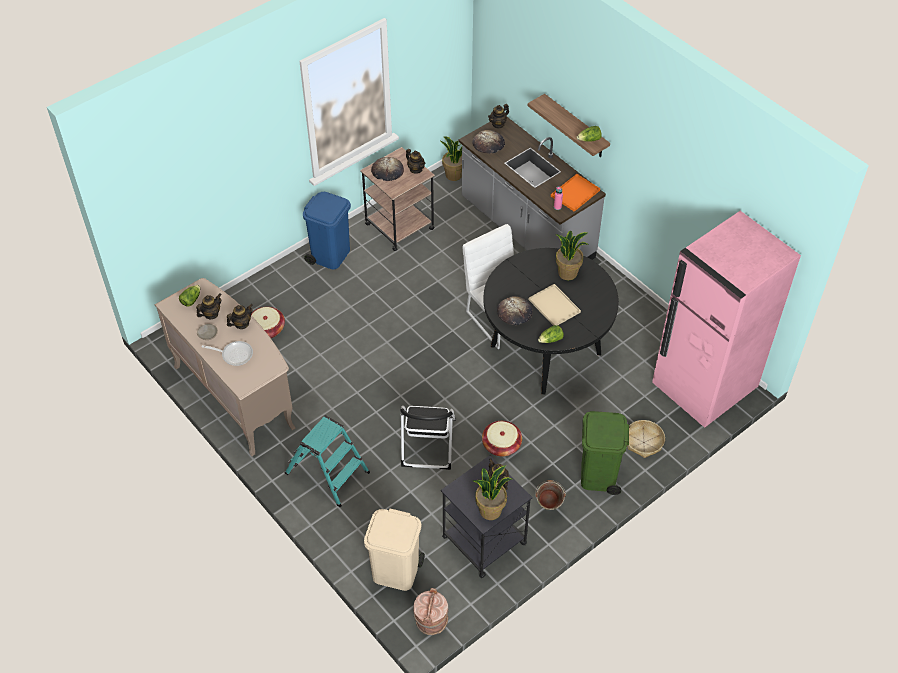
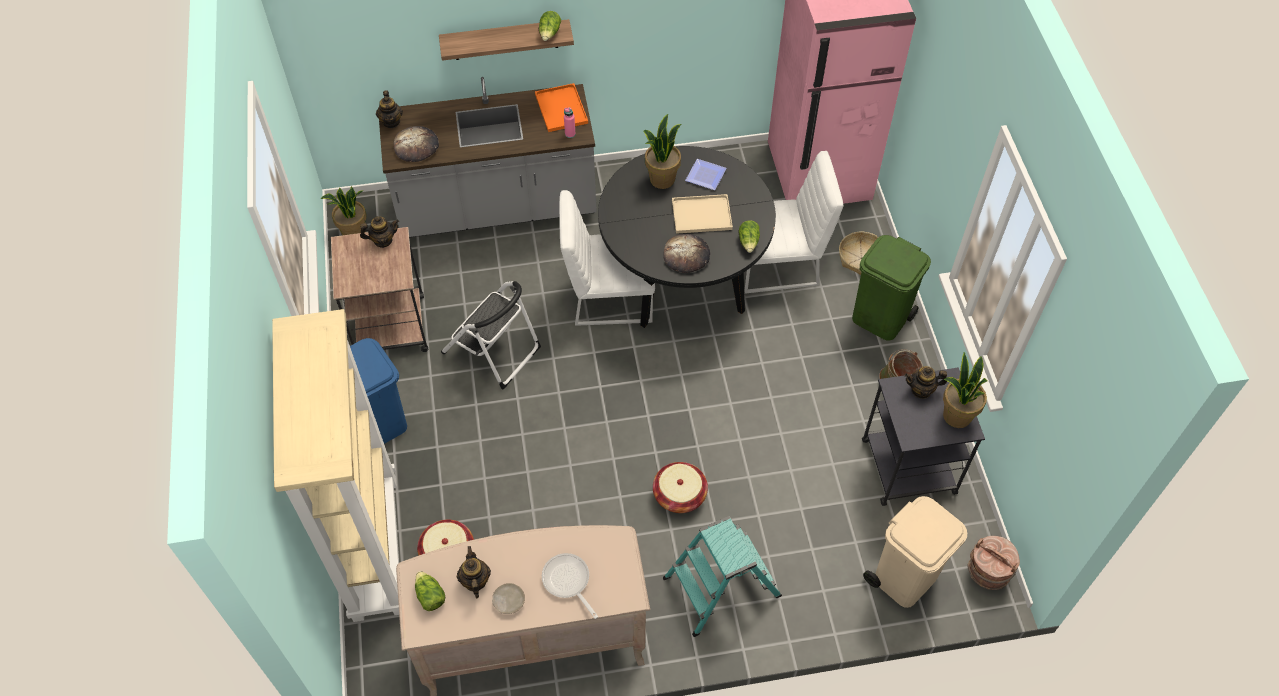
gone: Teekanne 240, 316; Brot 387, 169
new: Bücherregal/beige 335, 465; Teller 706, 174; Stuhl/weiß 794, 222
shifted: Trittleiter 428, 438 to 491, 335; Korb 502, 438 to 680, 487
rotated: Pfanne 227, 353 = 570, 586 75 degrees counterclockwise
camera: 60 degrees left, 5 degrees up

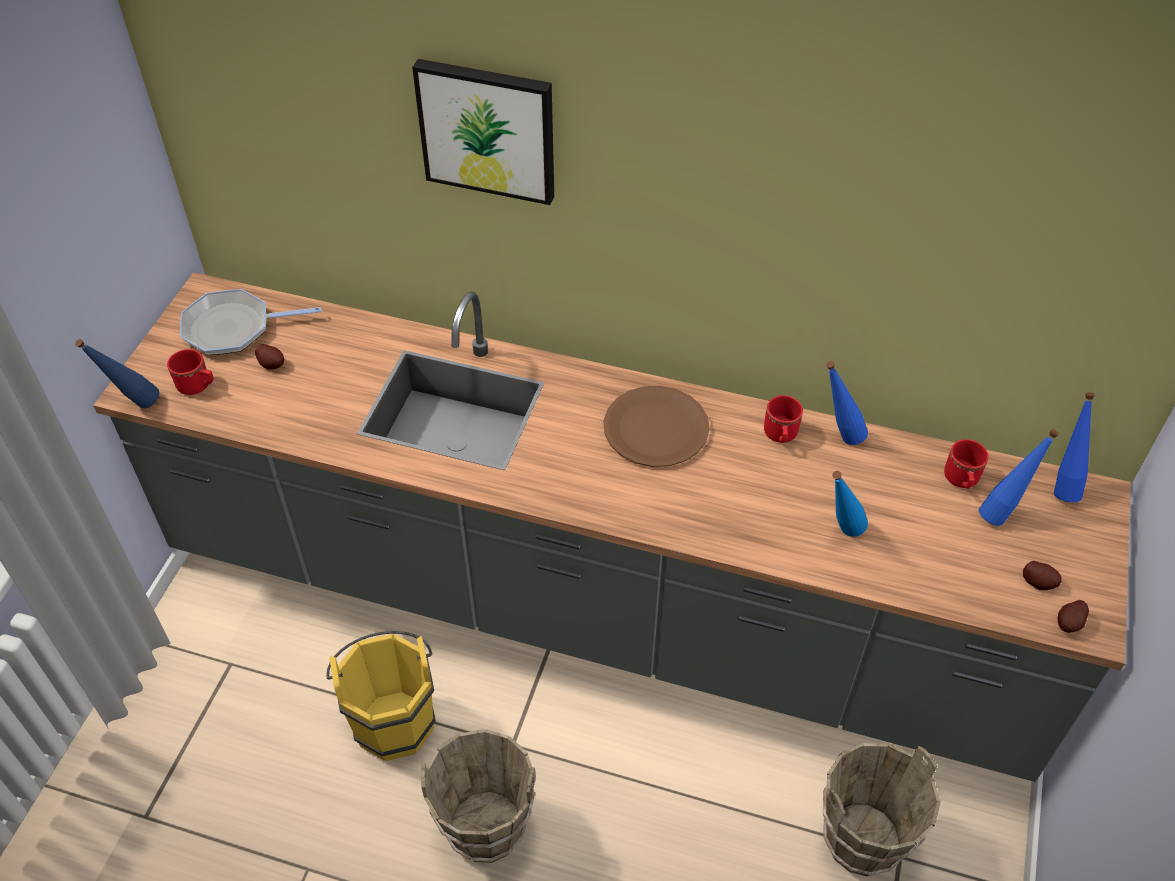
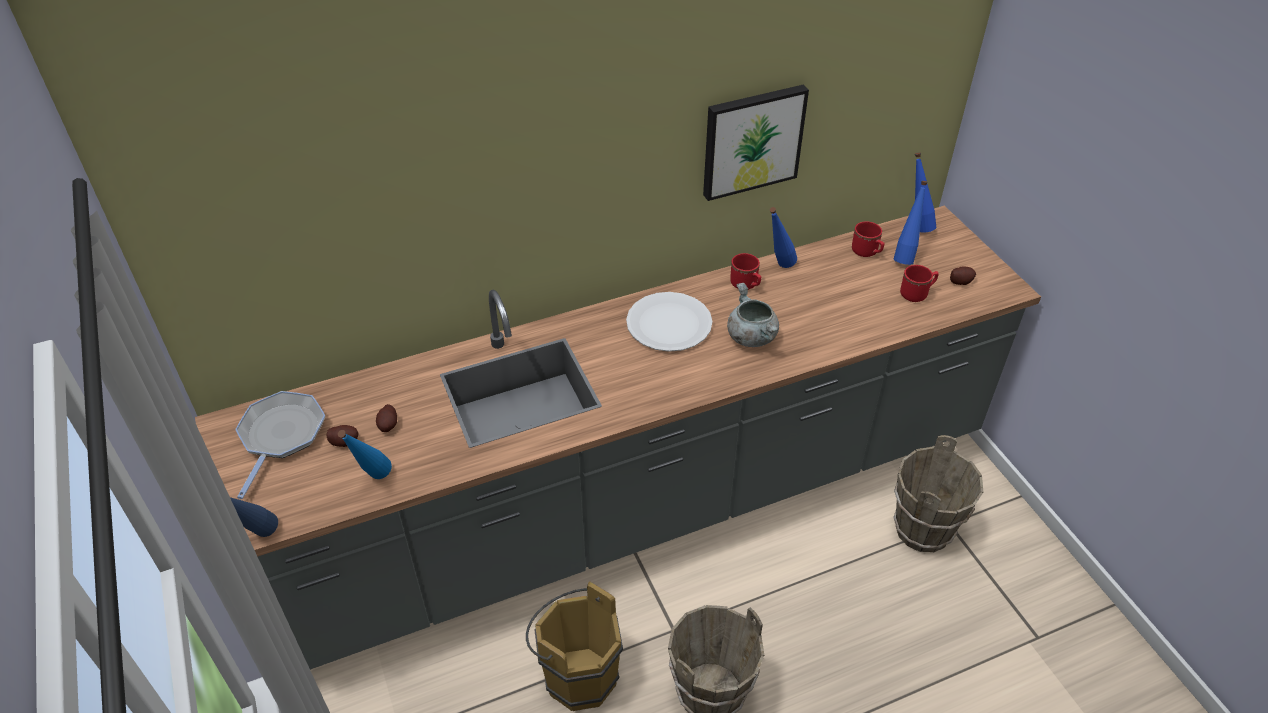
new: Kochtopf/grau 753, 315
shifted: Flasche/blau 850, 504 to 365, 454; Kartoffel 1073, 616 to 386, 418; Bild 483, 132 to 756, 143; Henkelbecher/rot 190, 372 to 919, 283
repainted: Eimer/gelb 381, 696 to Eimer/braun 574, 646; Teller/braun 656, 426 to Teller/weiß 669, 322
rotated: Pfanne 251, 322 = 280, 445 150 degrees clockwise
camera: 40 degrees left, 5 degrees down

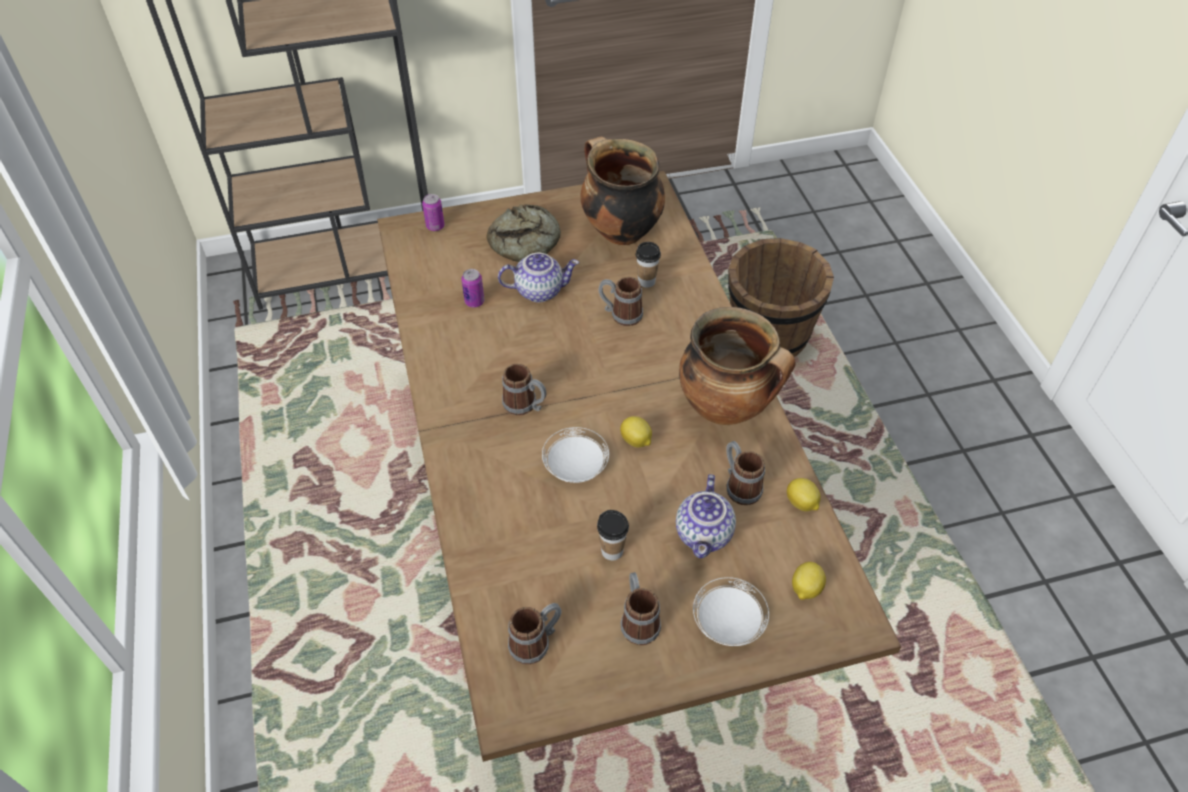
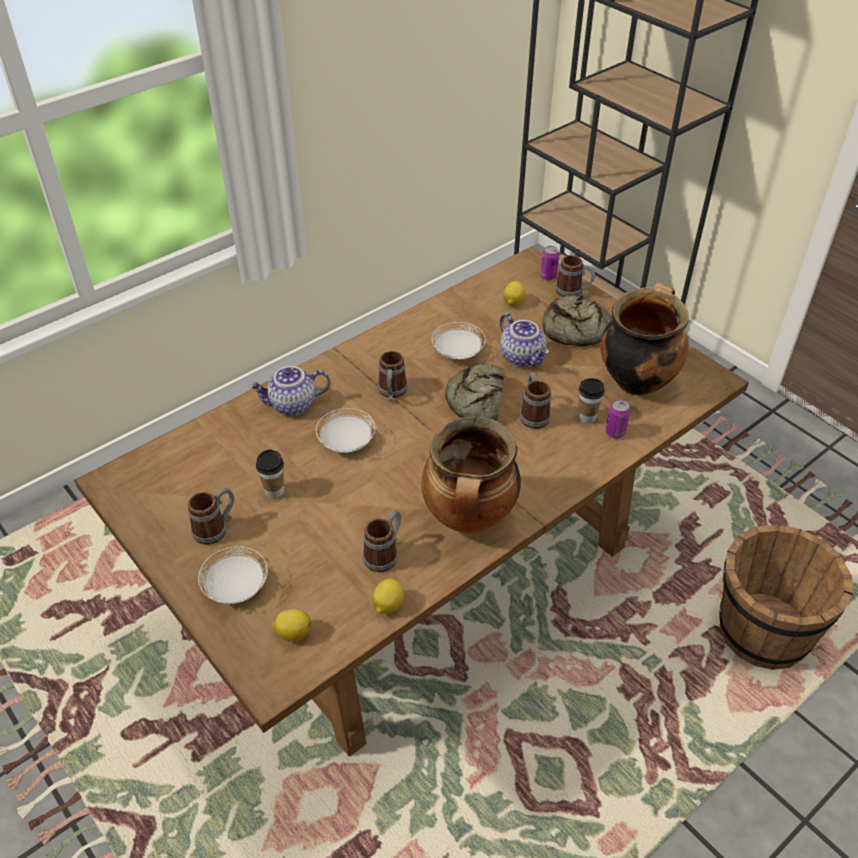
new: Teller/weiß 459, 340; Brot 475, 392
shifted: Teekanne 706, 516 to 290, 391; Zitrone 636, 432 to 514, 293; Henkelbecher 535, 634 to 575, 276; Dose 472, 288 to 617, 419
camera: 65 degrees right, 5 degrees down

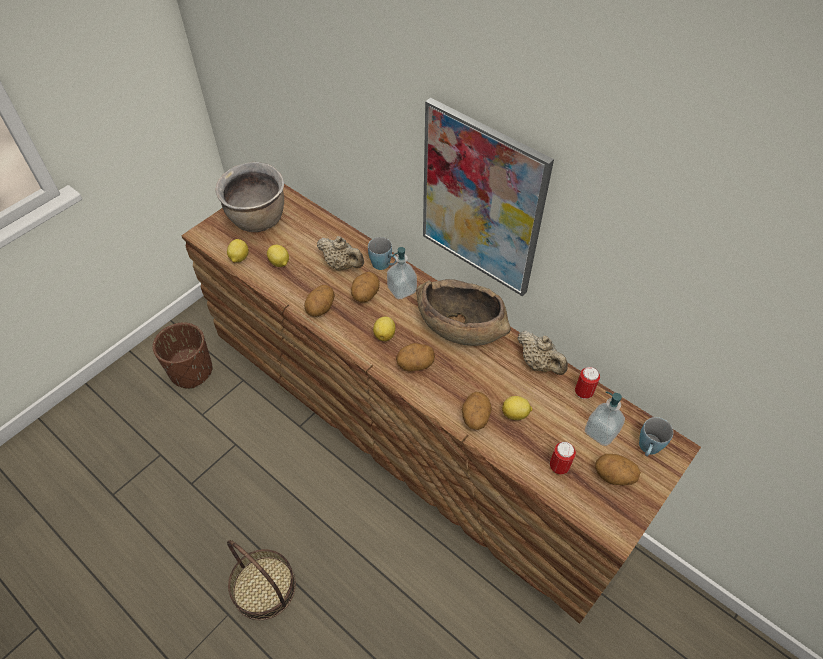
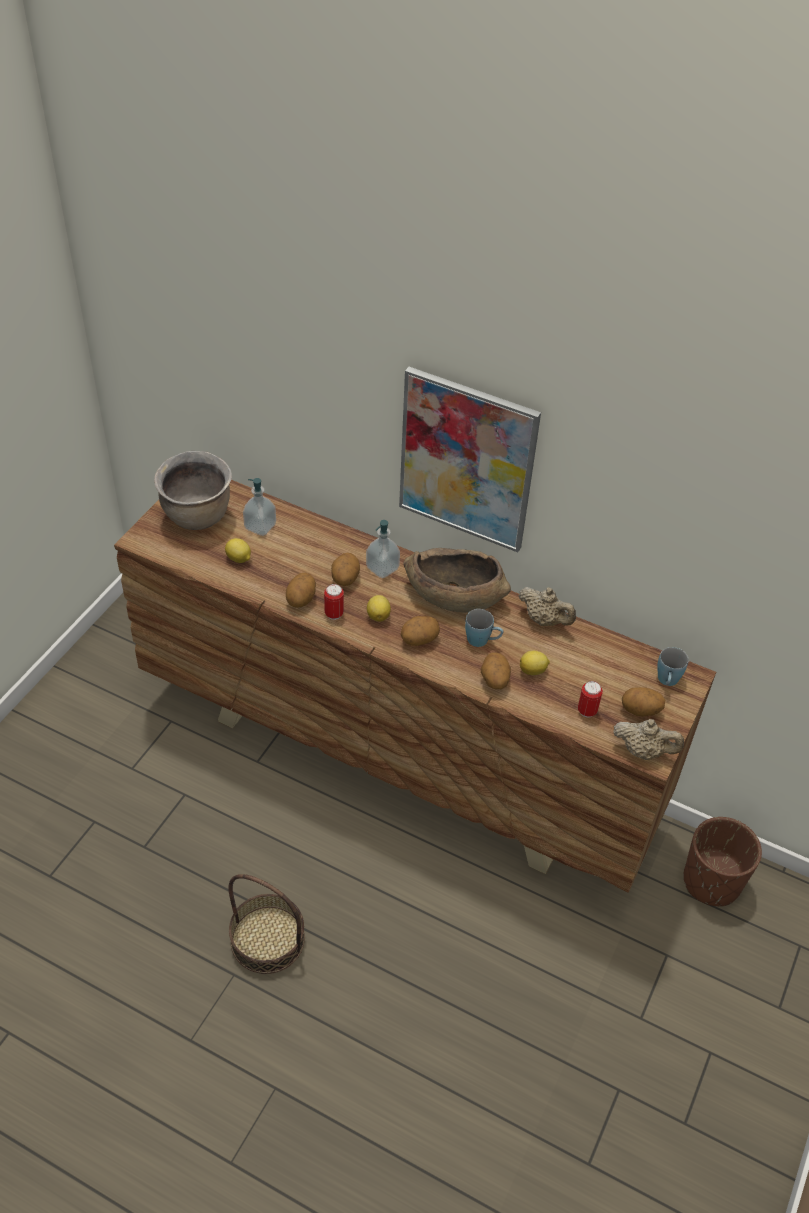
gone: Zitrone 238, 251
shifted: Seifenspender 605, 418 to 259, 507; Dose 587, 383 to 334, 602; Henkelbecher/blau 382, 253 to 484, 628; Teekanne/beige 340, 253 to 648, 739; Pflanzkübel/braun 183, 355 to 722, 861
camera: 15 degrees left, 5 degrees down

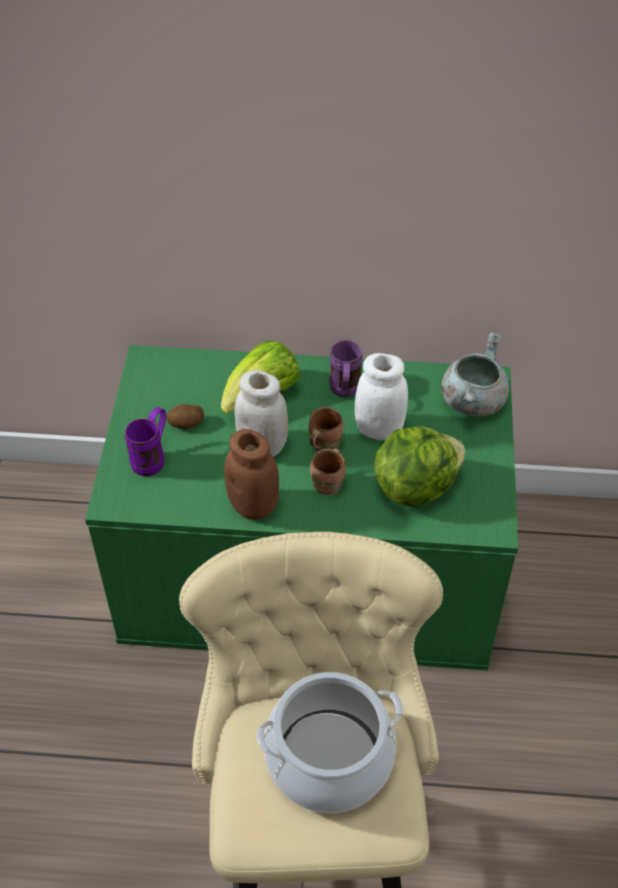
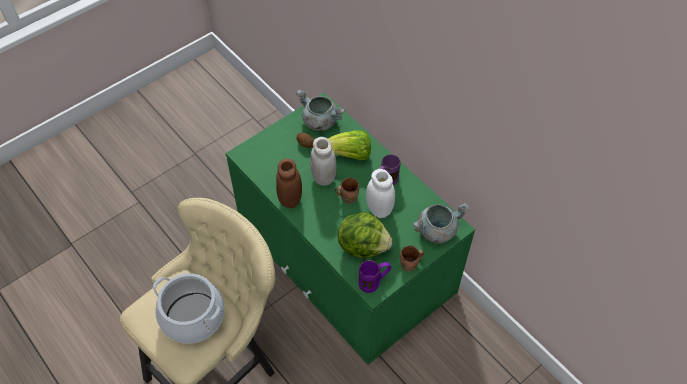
new: Kochtopf/grau 320, 110
shifted: Henkelbecher/lila 145, 441 to 375, 276; Henkelbecher/braun 328, 471 to 412, 259
camera: 45 degrees right, 5 degrees up

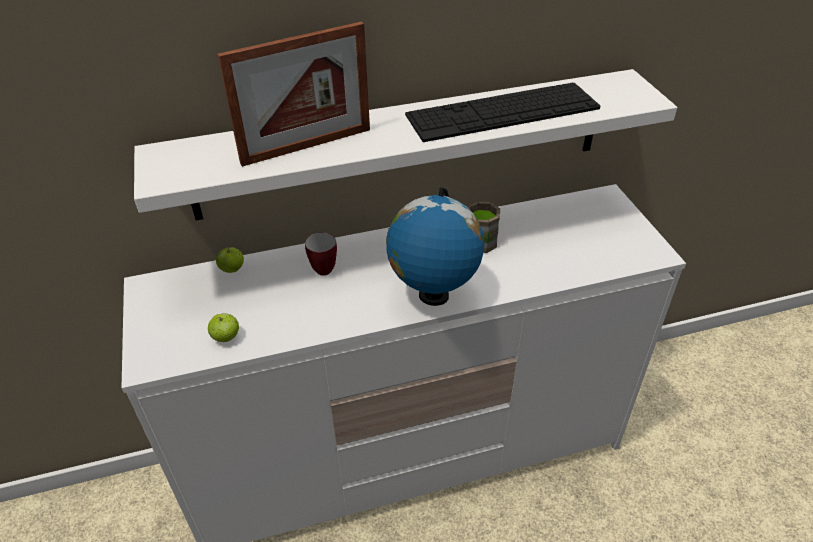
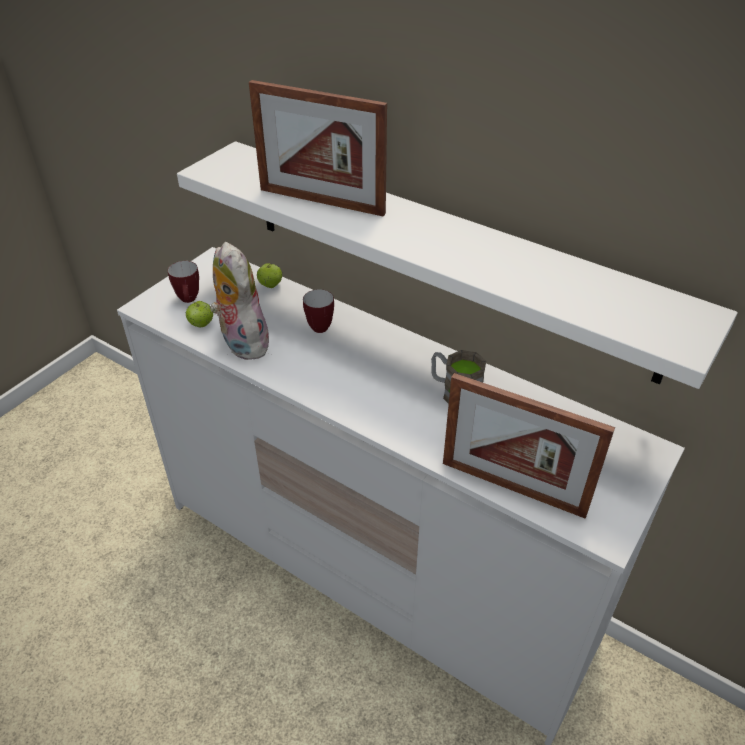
gone: Globus 435, 246; Tastatur 502, 112
new: Henkelbecher 183, 282; Plüschtier 241, 301; Bilderrahmen 529, 446
camera: 50 degrees right, 0 degrees up

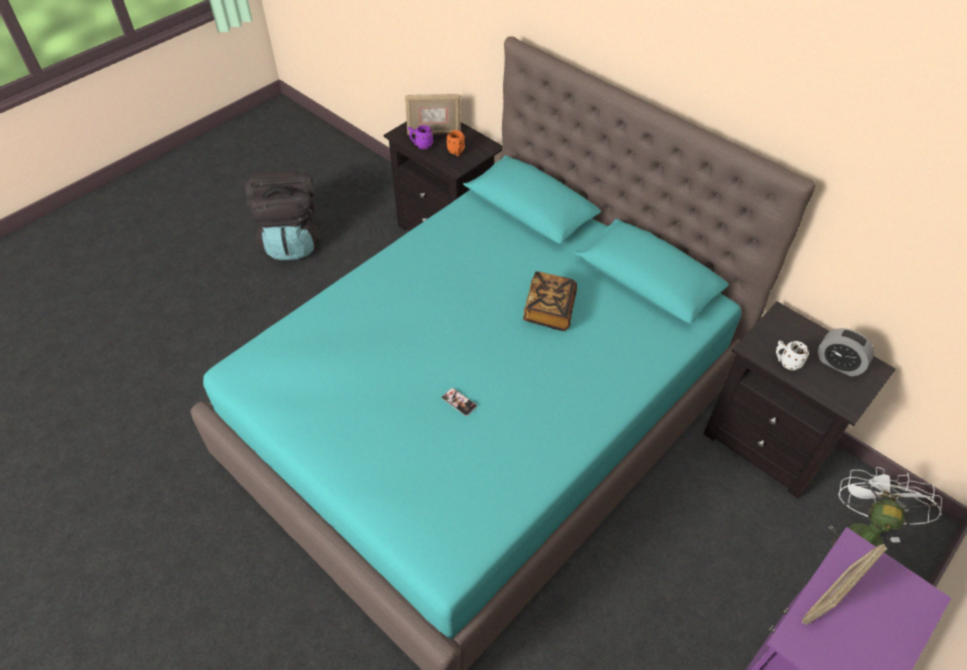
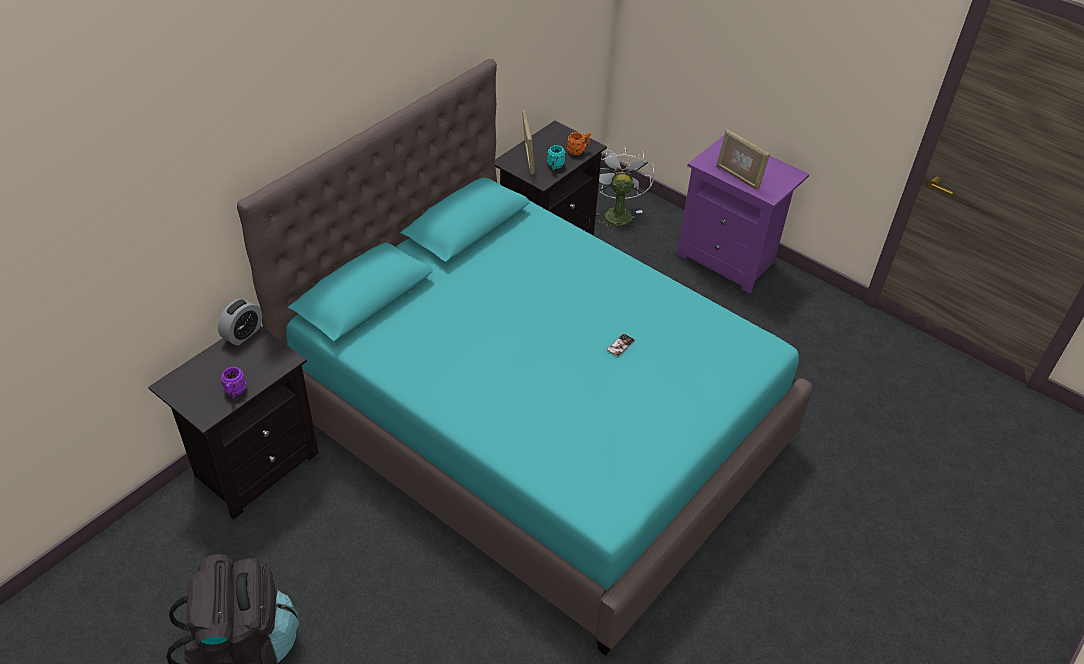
gone: Buch 550, 301
shifted: Wecker 846, 352 to 240, 322; Bilderrahmen 433, 114 to 528, 142; Henkelbecher/orange 455, 143 to 579, 143
repainted: Henkelbecher/weiß 792, 355 to Henkelbecher/türkis 556, 157
rotated: Ventilator/weiß 885, 508 = 625, 189 75 degrees clockwise
camera: 95 degrees left, 5 degrees down

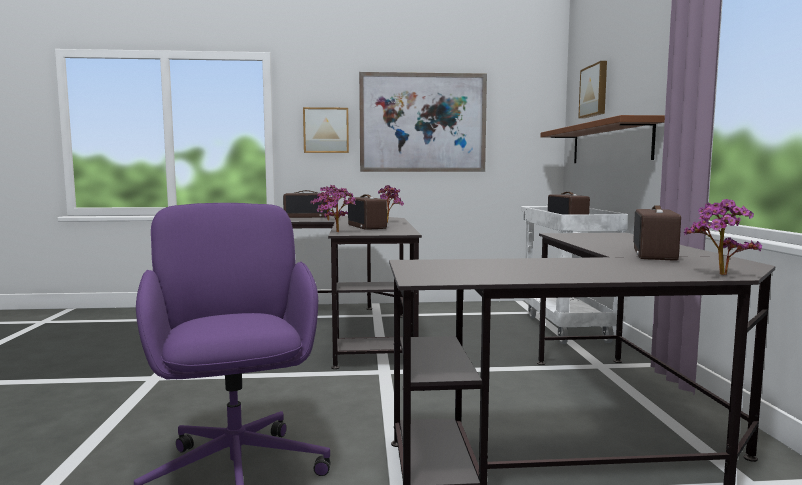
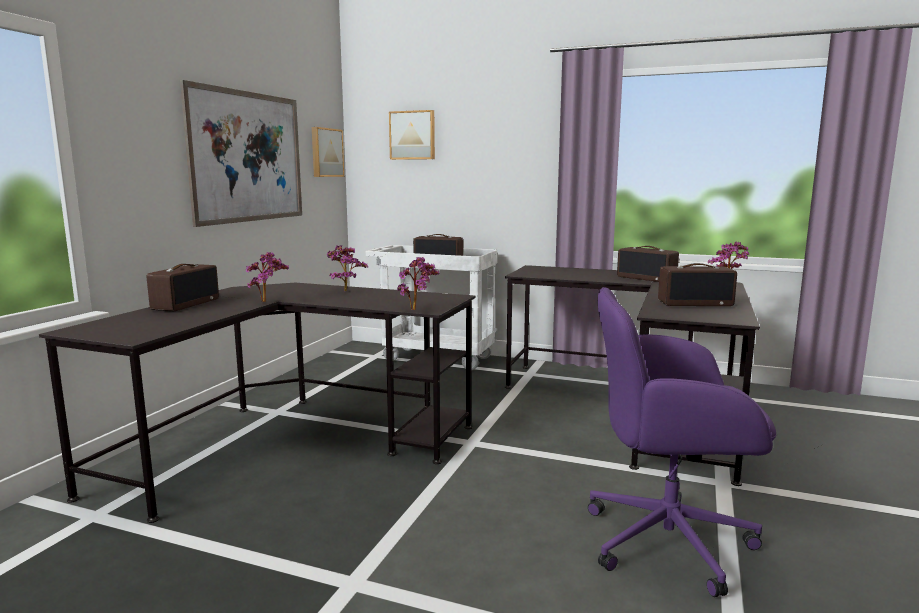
gone: Wandregal/braun 603, 139
shifted: Bild 326, 130 to 328, 152; Radio 367, 212 to 697, 284
camera: 65 degrees left, 5 degrees up

